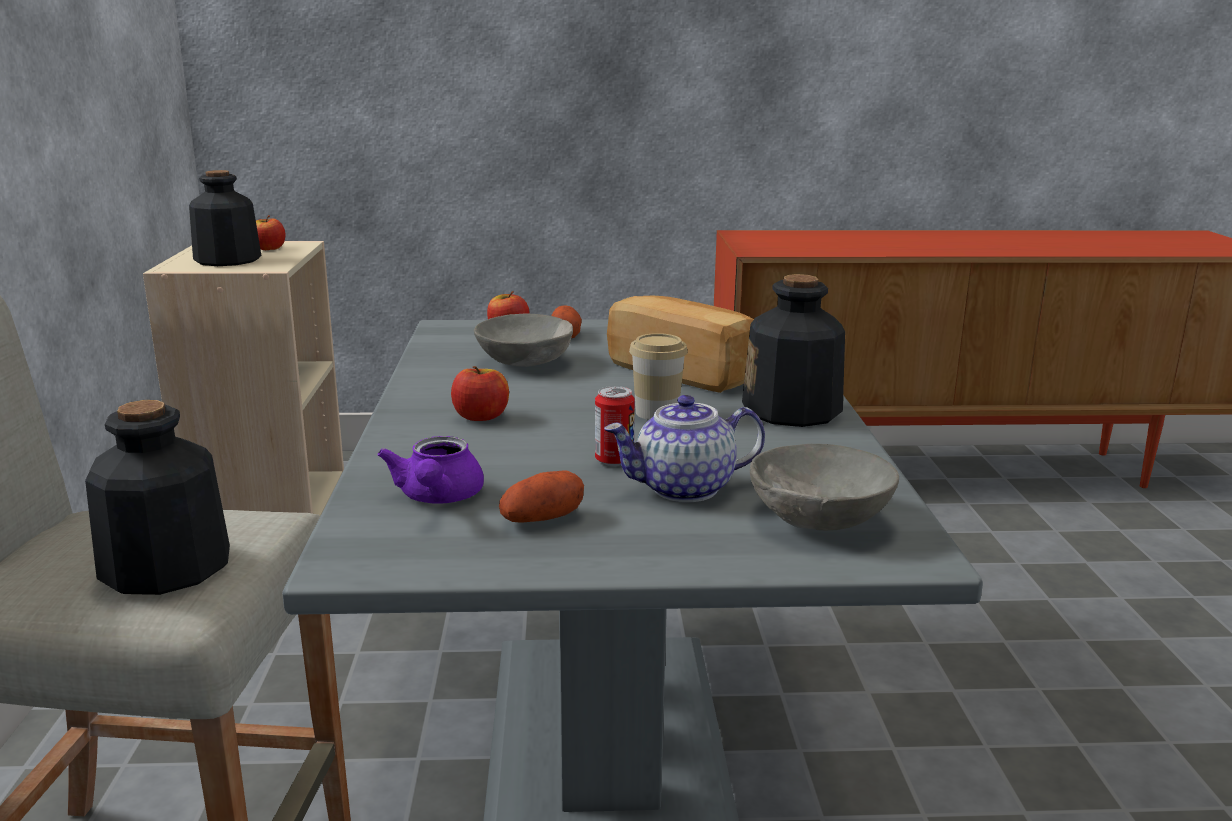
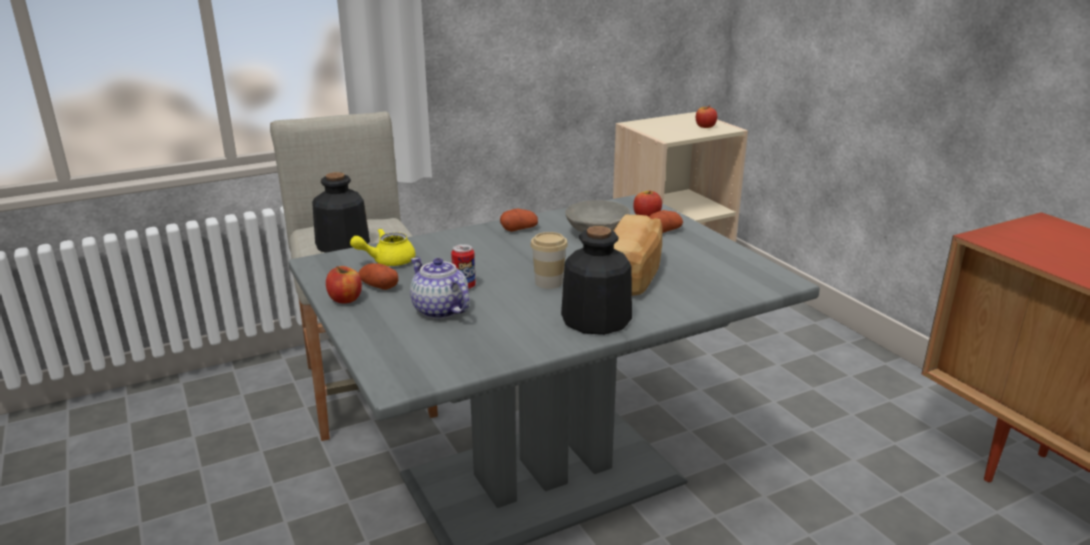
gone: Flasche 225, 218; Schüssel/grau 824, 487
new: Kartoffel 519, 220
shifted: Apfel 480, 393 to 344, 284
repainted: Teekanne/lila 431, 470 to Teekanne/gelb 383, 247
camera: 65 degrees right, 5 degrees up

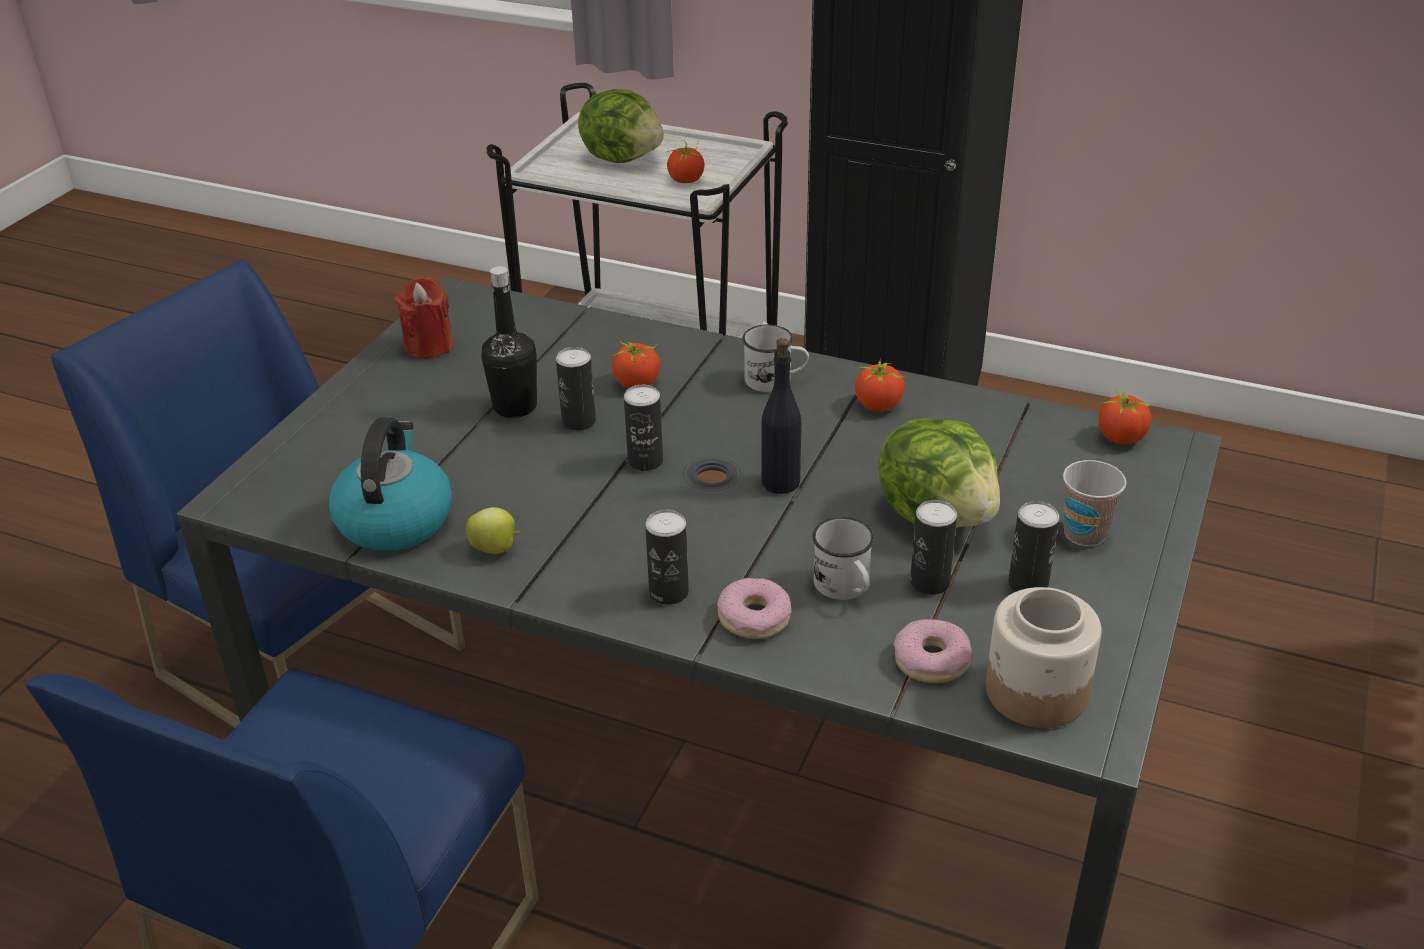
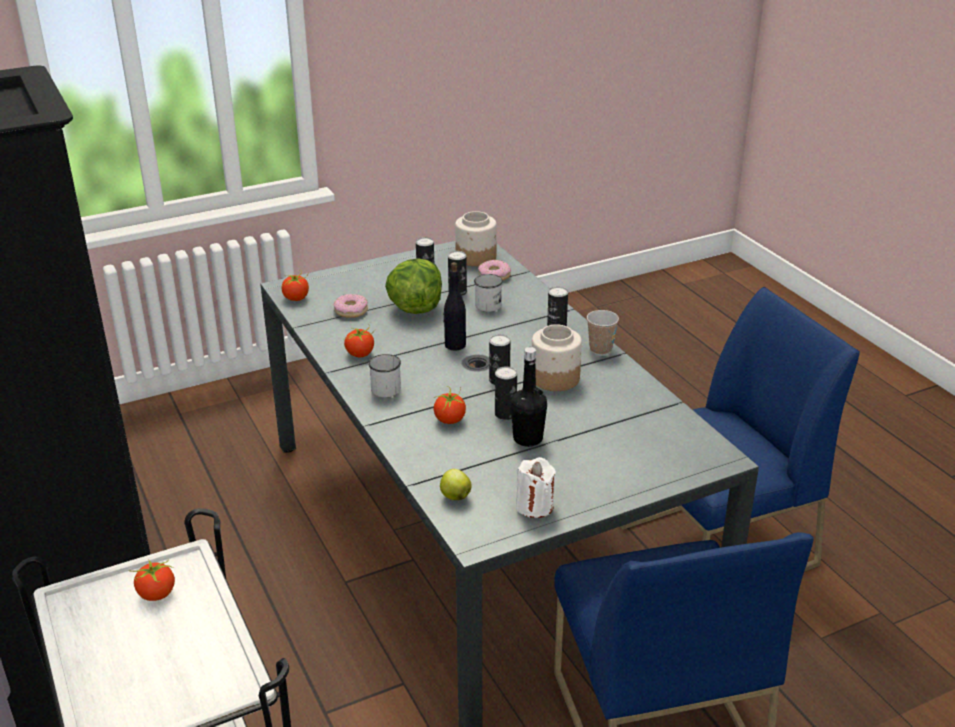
gone: Wasserkessel 390, 484; Salatkopf 621, 126
new: Vorratsglas 557, 357
shifted: Donut 754, 608 to 351, 306; Apfel 493, 530 to 456, 484; Tasse 1094, 503 to 603, 332
repainted: Kerze/rot 424, 318 to Kerze/weiß 536, 487
camera: 140 degrees left, 5 degrees down

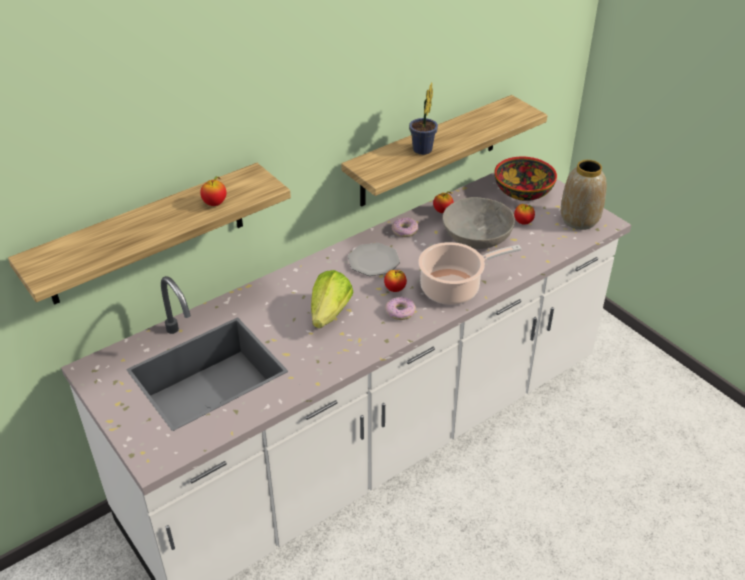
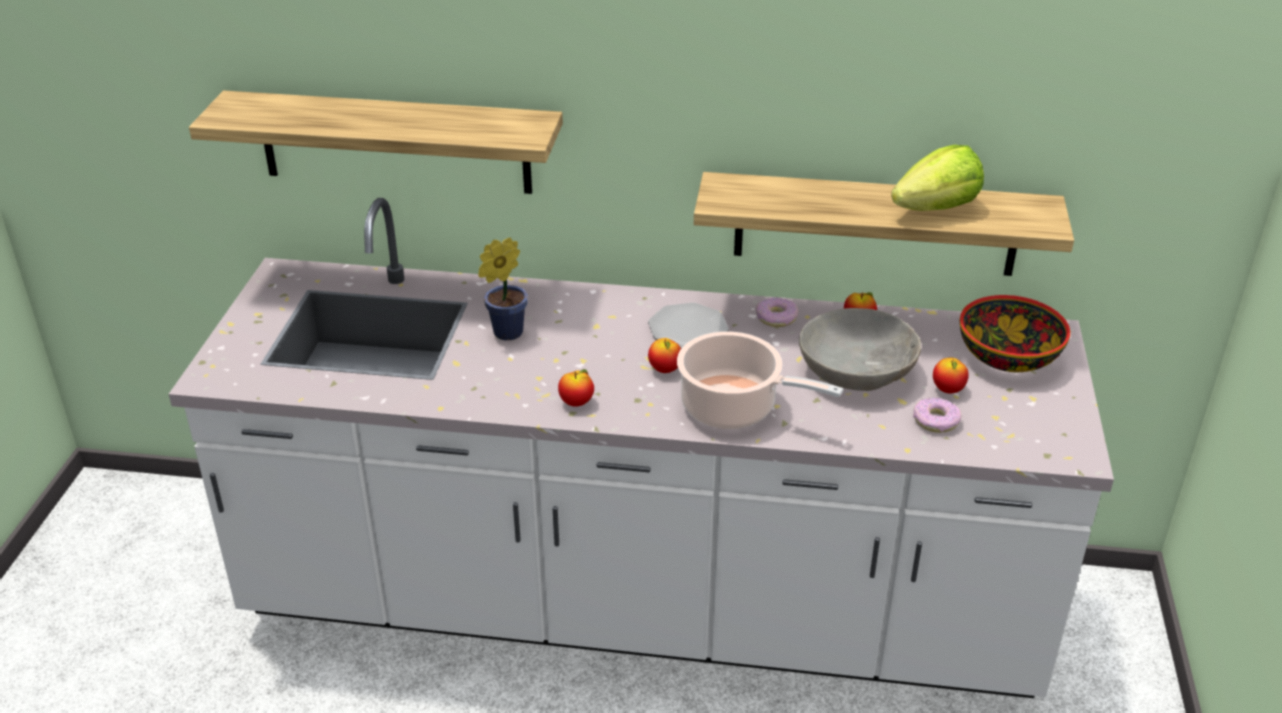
gone: Vase 583, 195
shifted: Topfpflanze 423, 118 to 503, 289; Apfel 213, 191 to 576, 388; Salatkopf 332, 299 to 937, 178; Donut 400, 308 to 937, 415
camera: 45 degrees right, 5 degrees down

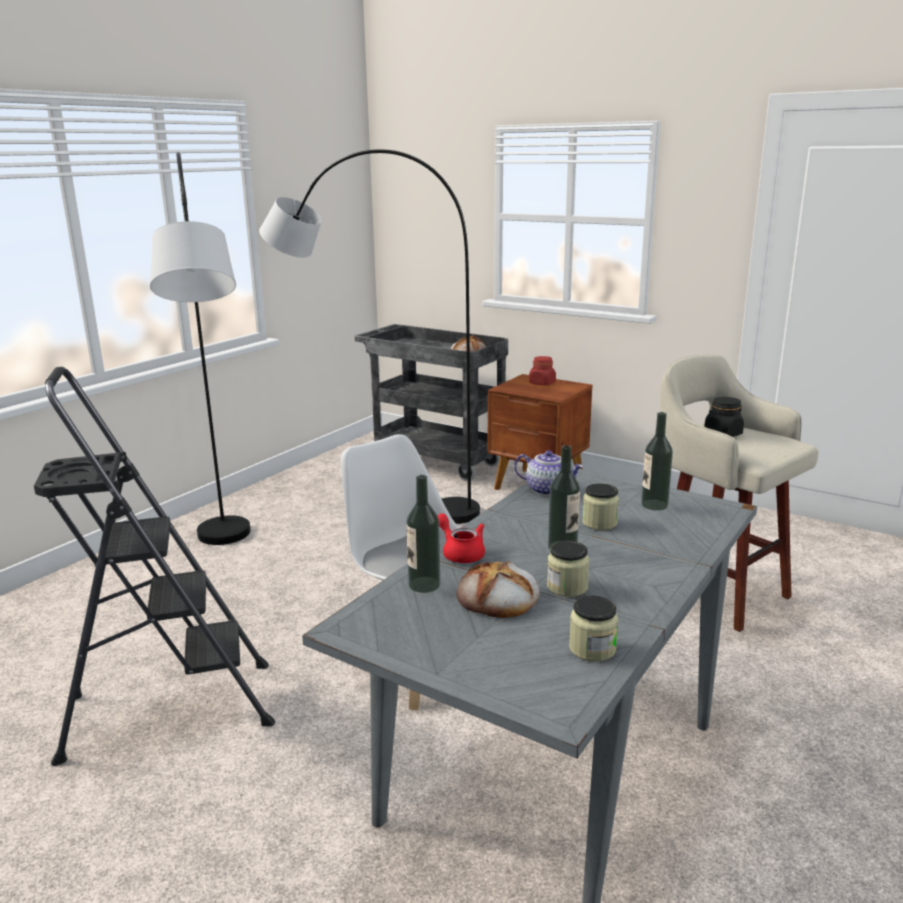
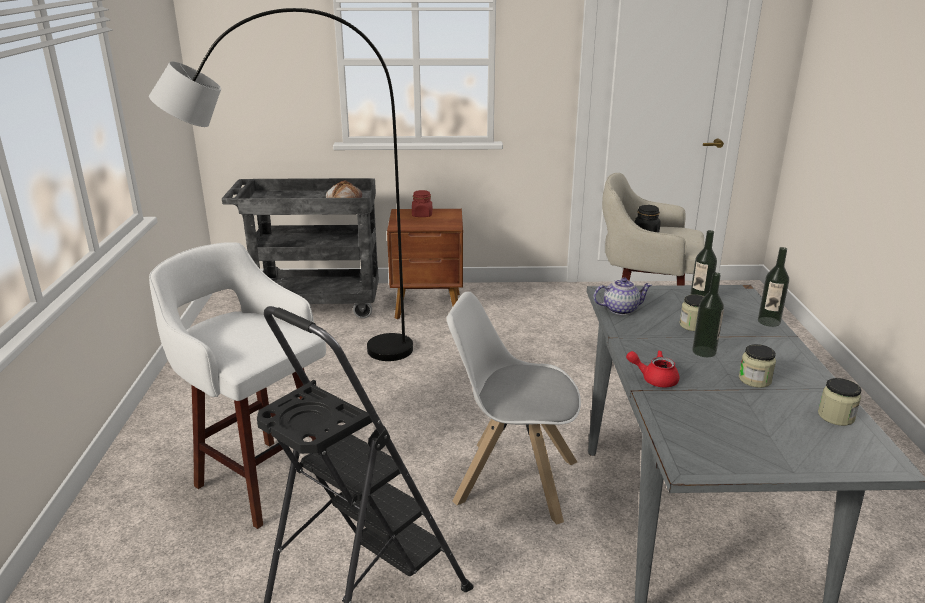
gone: Brot 498, 589
shifted: Flasche 423, 534 to 773, 287
swapped: Stehlampe/grau 200, 348 to Hocker/weiß 237, 385
camera: 35 degrees left, 5 degrees up

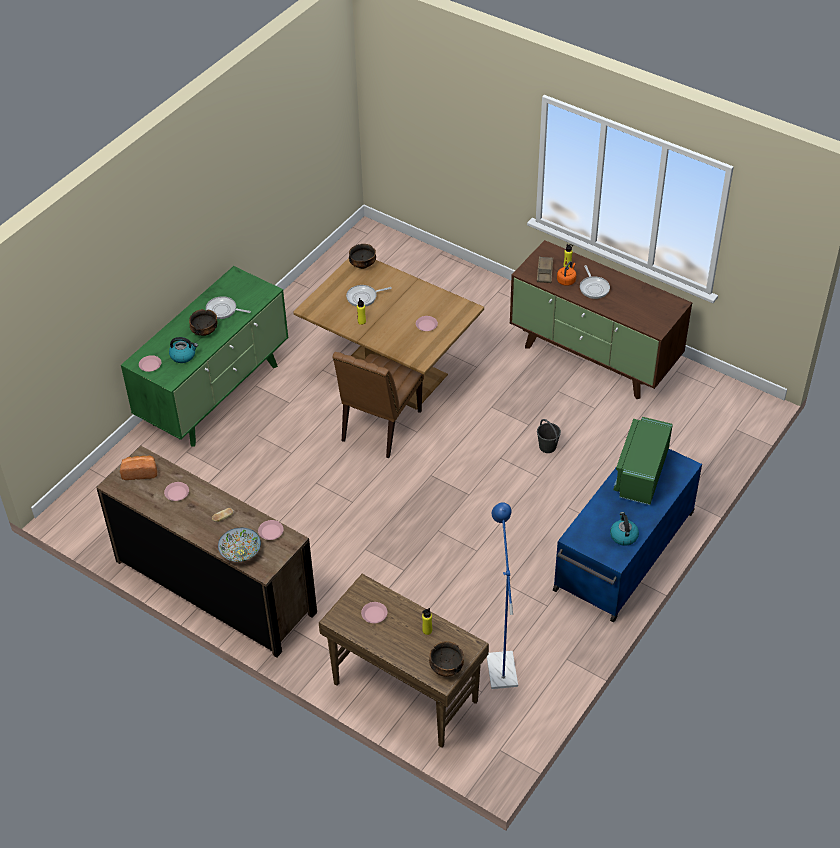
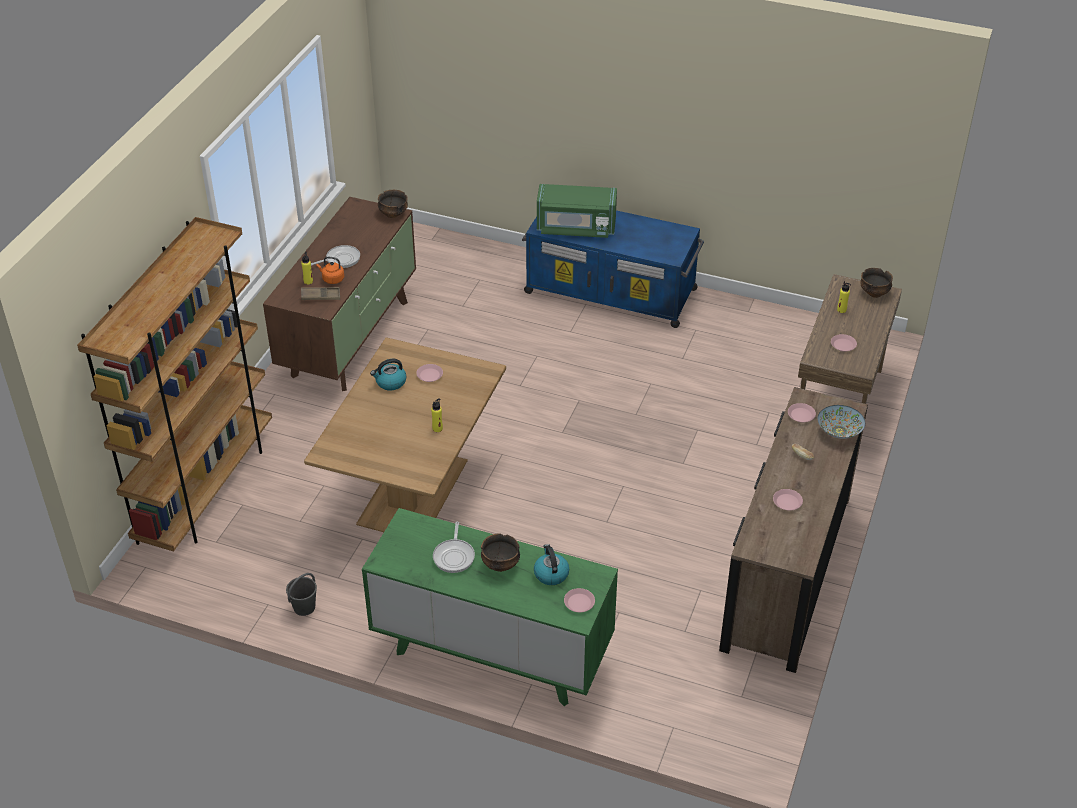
gone: Brot 138, 468; Stuhl/braun 378, 405; Pfanne 369, 296; Stehlampe/blau 502, 595
new: Bücherregal/braun 174, 384
shifted: Eimer/grau 549, 436 to 301, 594; Wasserkessel 624, 529 to 388, 375; Schüssel 362, 256 to 393, 203
camera: 105 degrees left, 5 degrees down

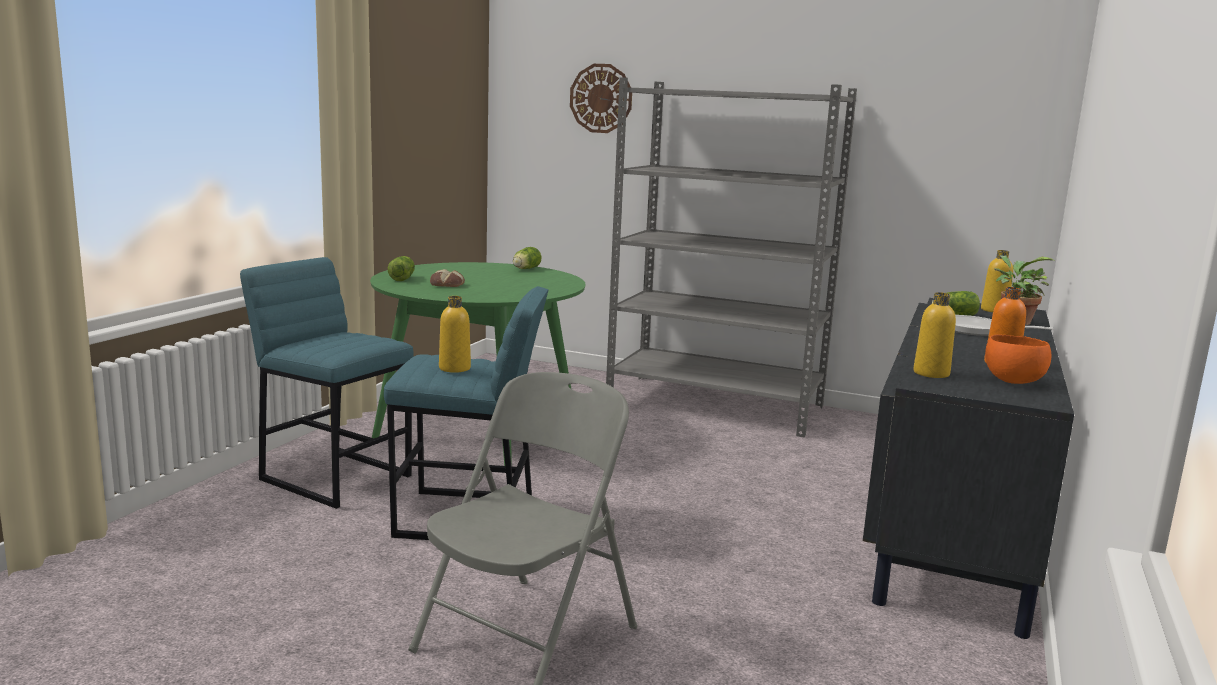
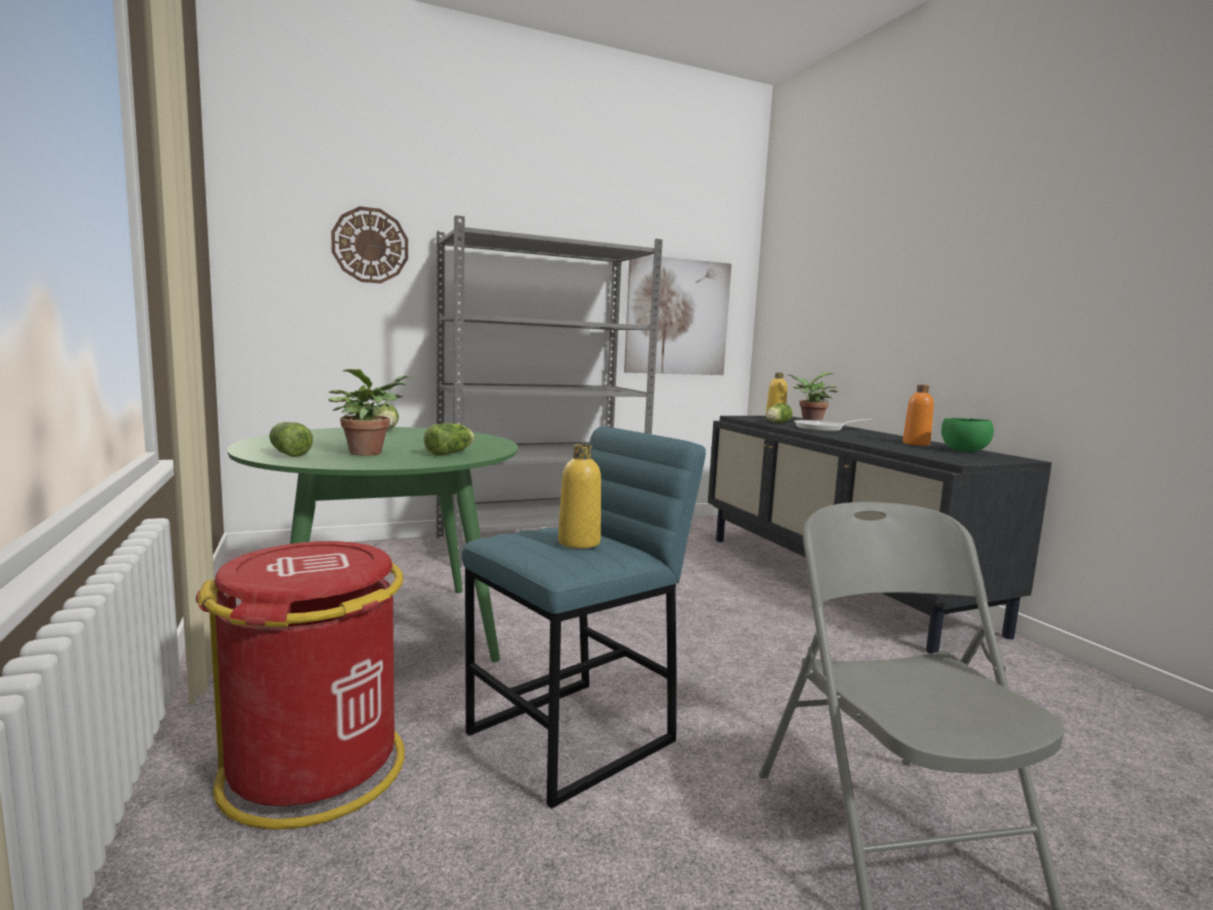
gone: Flasche/gelb 934, 335
new: Salatkopf 449, 439; Bild 678, 315
swapped: Hocker/blau 327, 383 to Mülleimer/rot 300, 685; Brot 447, 278 to Topfpflanze 370, 412
repainted: Schüssel/orange 1018, 359 to Schüssel/grün 967, 435
camera: 45 degrees left, 5 degrees down

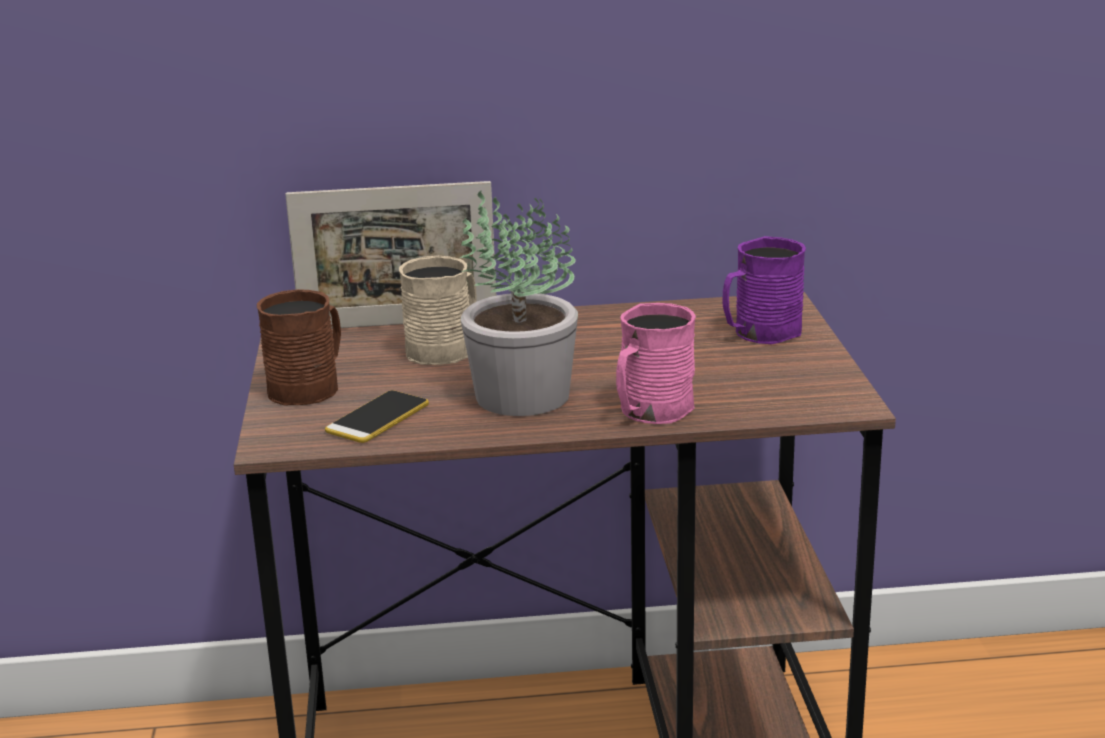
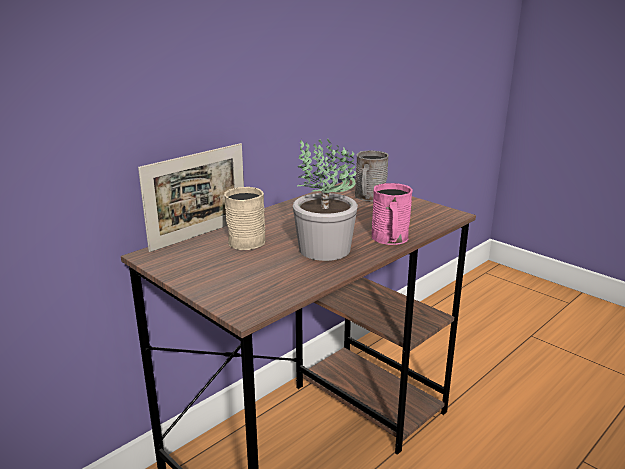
gone: Henkelbecher/braun 299, 347; Handy 377, 416
repainted: Henkelbecher/lila 764, 290 to Henkelbecher/grau 372, 176
camera: 40 degrees left, 0 degrees up

